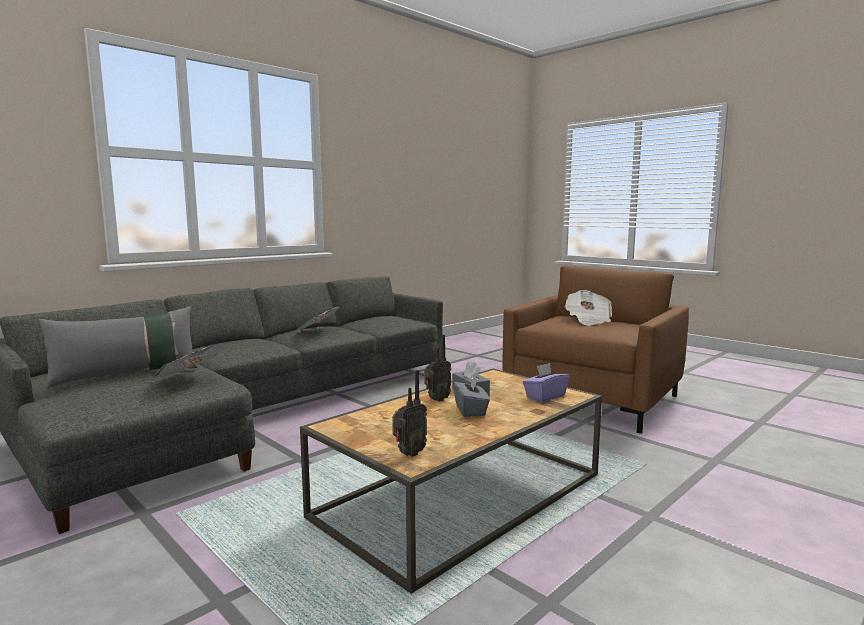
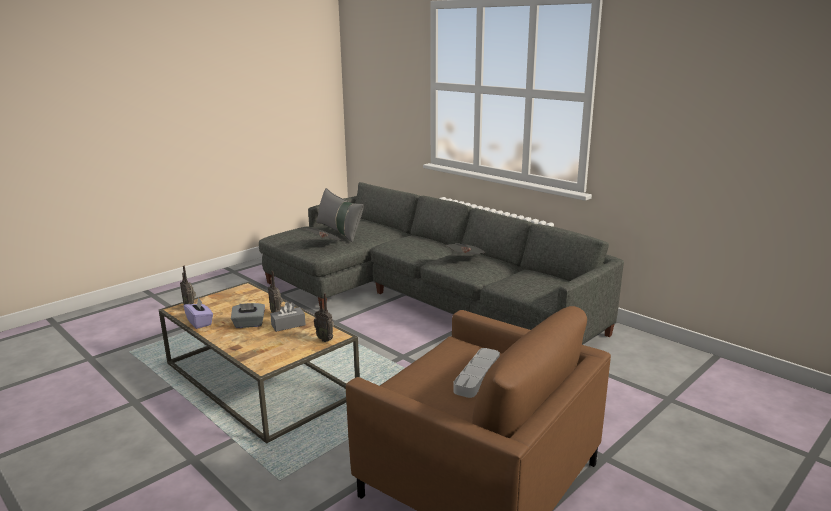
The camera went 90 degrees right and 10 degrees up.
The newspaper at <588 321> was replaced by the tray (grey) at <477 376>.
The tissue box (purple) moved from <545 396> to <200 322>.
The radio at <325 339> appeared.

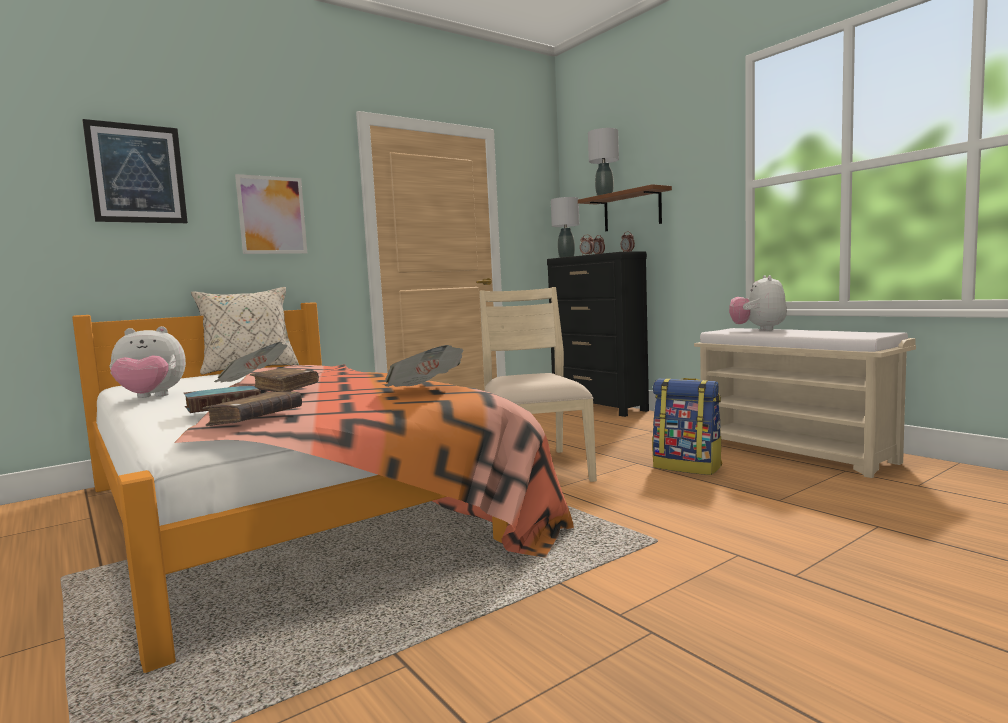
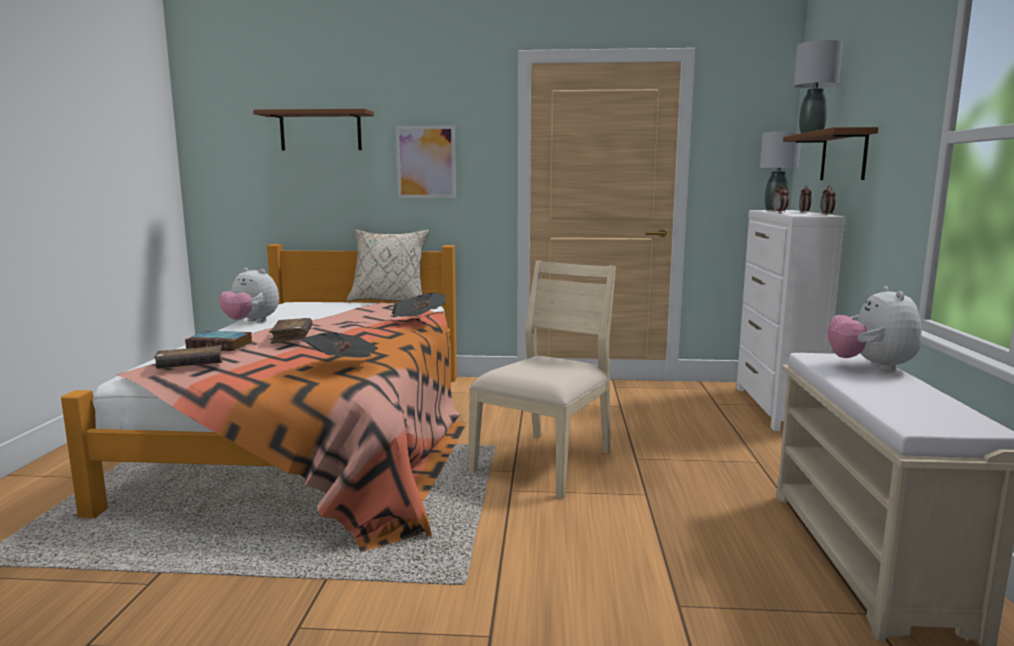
The camera went 40 degrees right and 5 degrees up.
The picture at <137 174> was replaced by the shelf (brown) at <320 131>.
The dresser (black) at <599 407> became the dresser (white) at <775 408>.
The plush toy at <758 329> turned 45 degrees counterclockwise.
The newspaper moved from <253 382> to <418 321>.
The backpack at <688 467> disappeared.

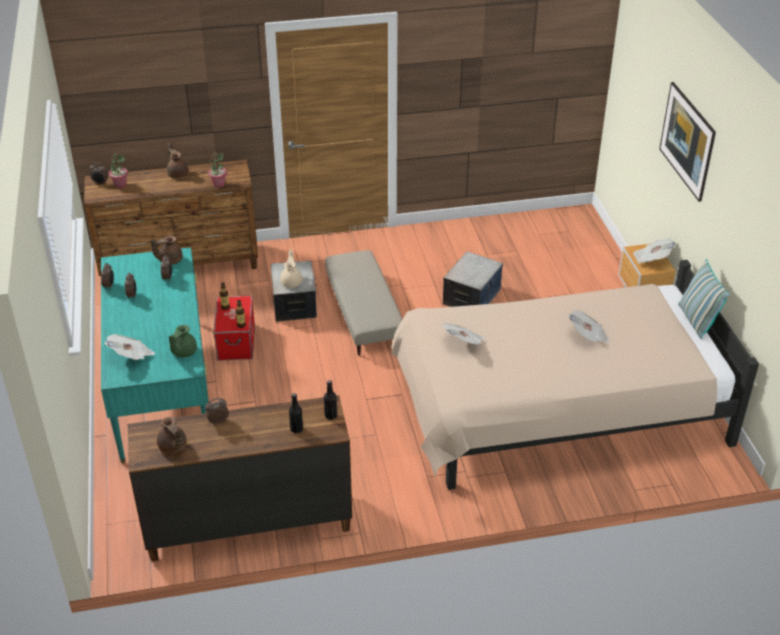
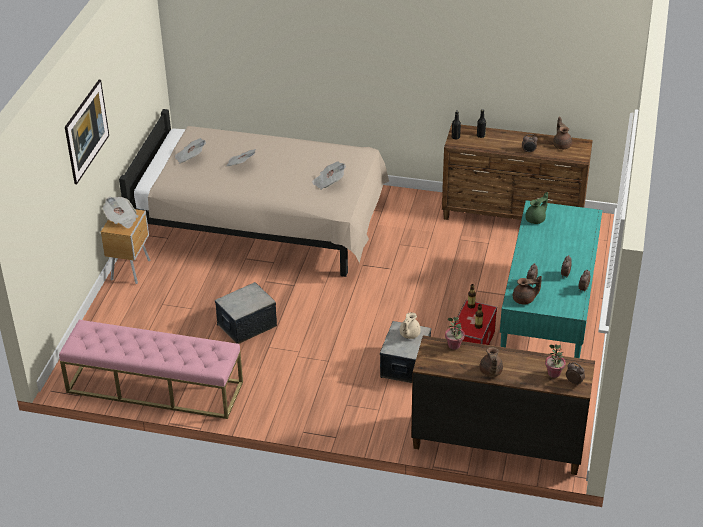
The camera went 155 degrees left and 0 degrees up.
The ottoman (beige) at <363 313> disappeared.
The pillow at <696 321> disappeared.
The newspaper moved from <131 356> to <190 158>.
The bench (pink) at <154 387> appeared.

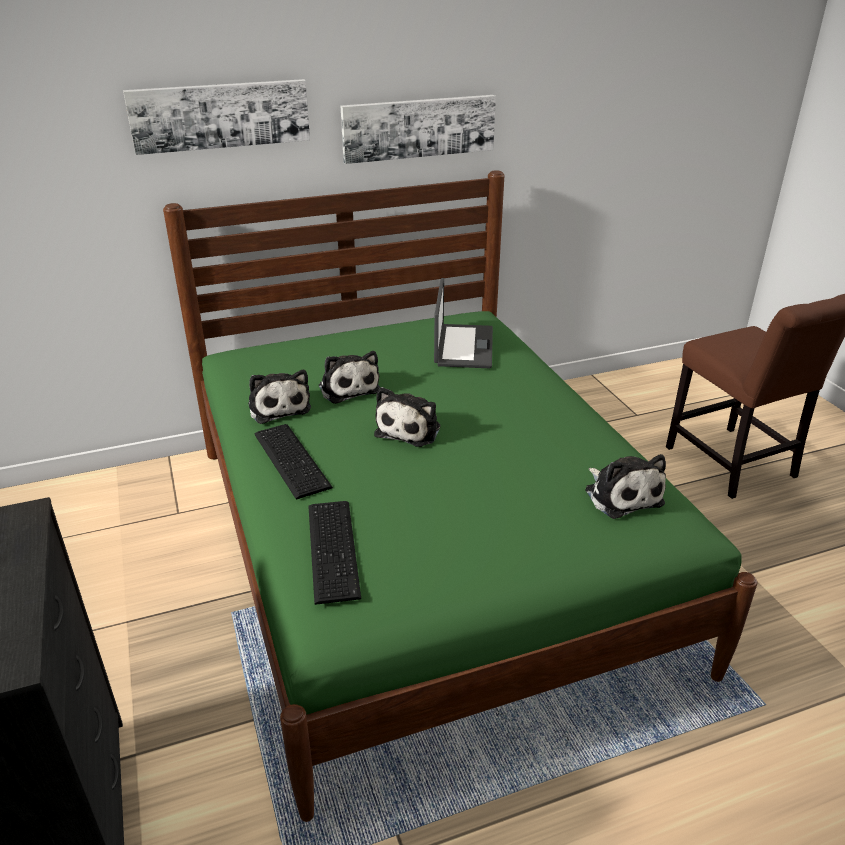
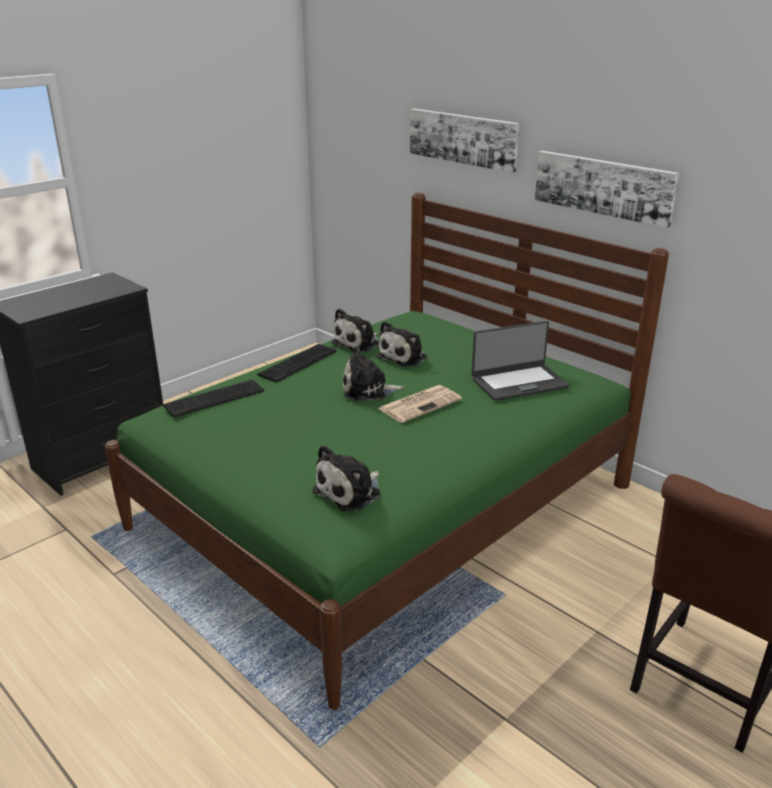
The camera went 65 degrees right and 5 degrees down.
The newspaper at <420 404> appeared.

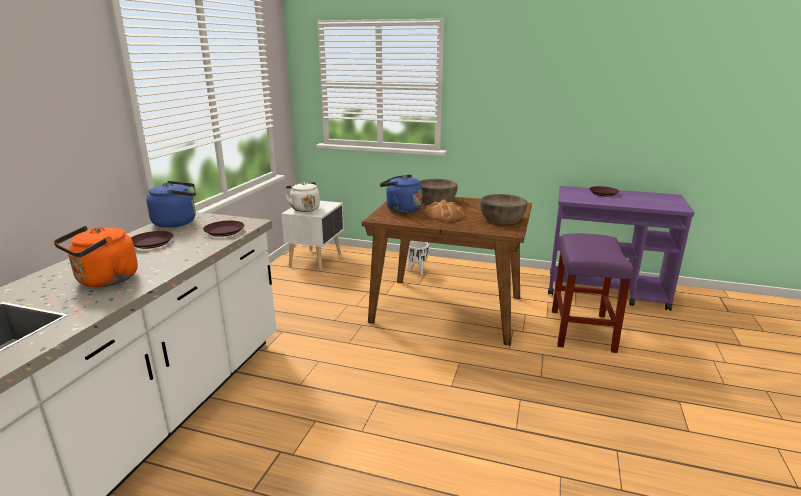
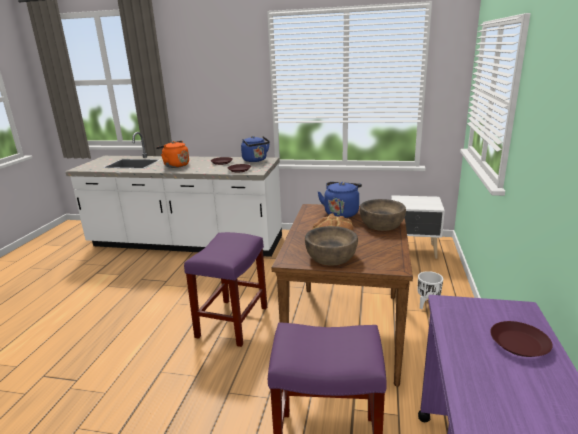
The camera went 85 degrees right and 0 degrees up.
The kettle (white) at <304 208> disappeared.
The stool (purple) at <233 321> appeared.

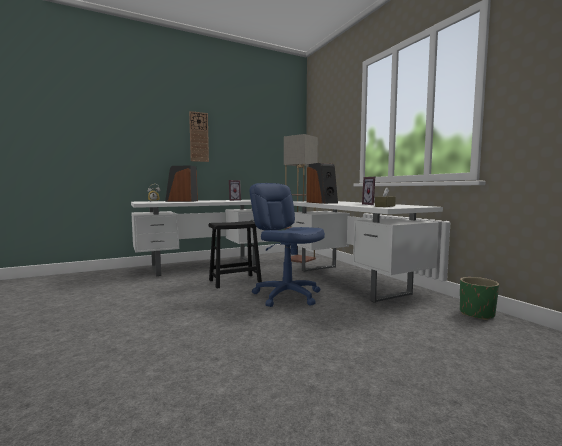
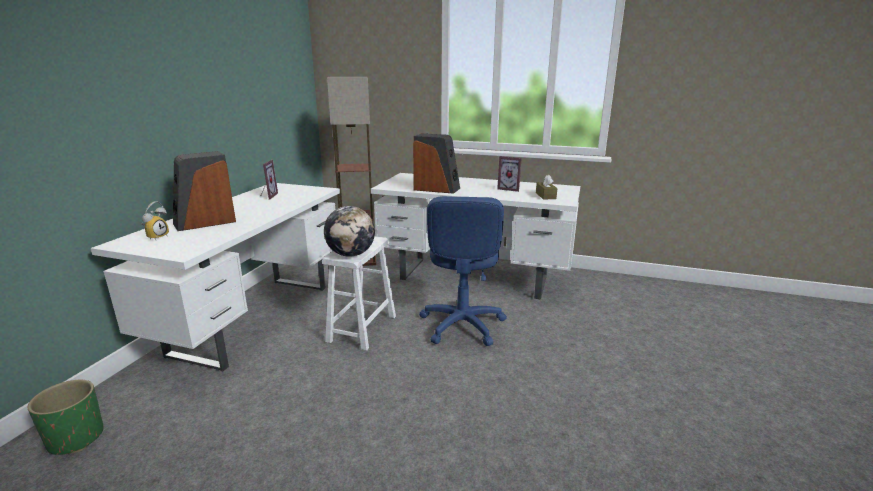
The camera went 45 degrees left and 15 degrees up.
The wall clock at <199 137> disappeared.
The office chair (blue) at <287 296> turned 90 degrees counterclockwise.
The stool (black) at <235 281> became the stool (white) at <362 328>.
The planter (green) moved from <476 314> to <76 438>.
The globe at <351 254> appeared.

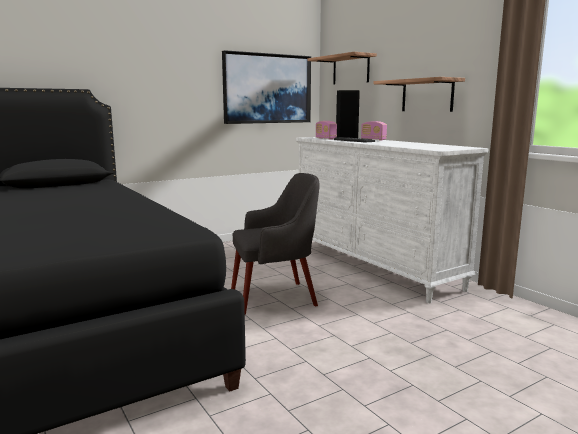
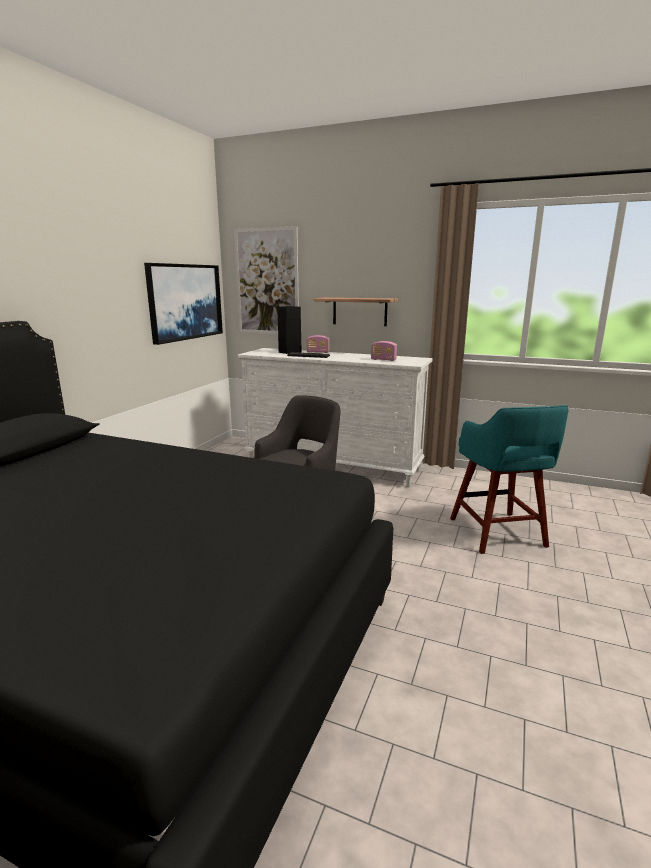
The camera went 35 degrees left and 5 degrees up.
The shelf at <351 70> was replaced by the picture at <267 282>.
The radio moved from <325 138> to <383 360>.
The stool (turquoise) at <498 534> appeared.

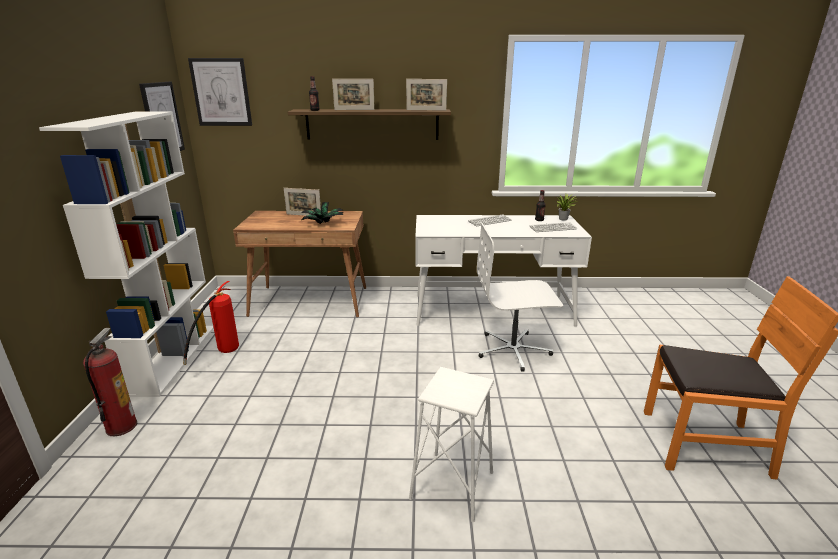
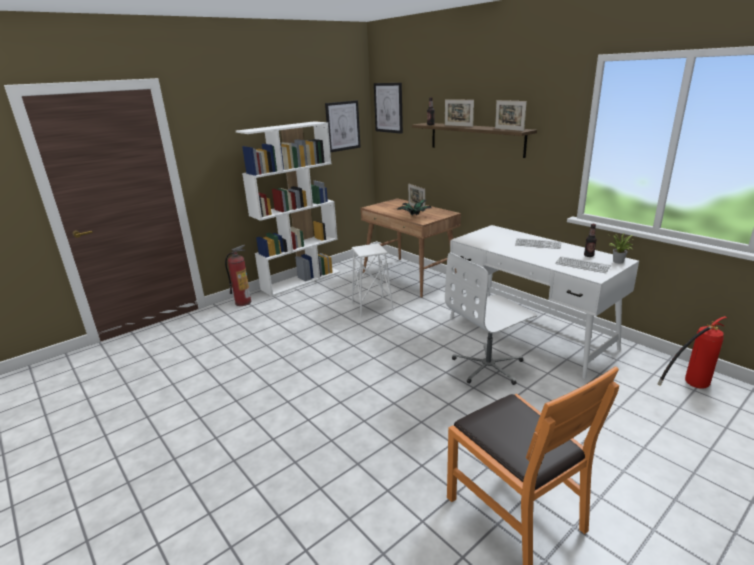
The camera went 50 degrees right and 0 degrees up.
The office chair (white) at <513 350> turned 75 degrees counterclockwise.
The fire extinguisher moved from <220 354> to <688 386>.
The stool (white) moved from <452 486> to <372 306>.

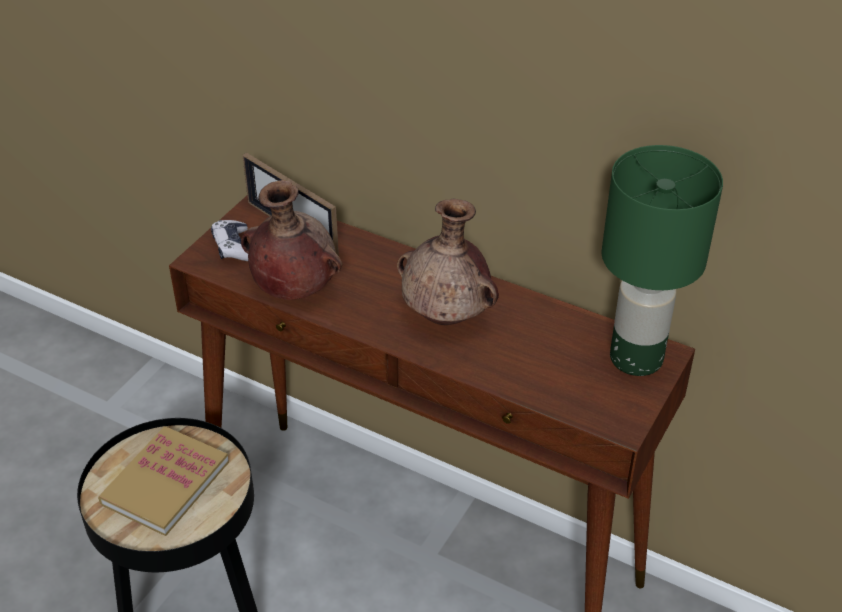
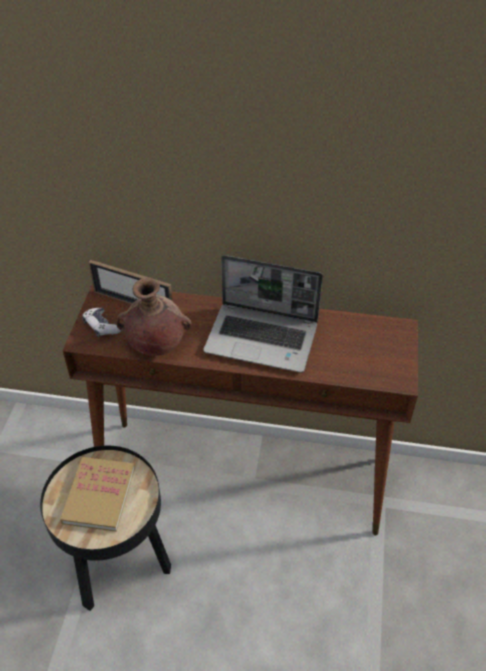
The camera went 20 degrees left and 5 degrees up.
The table lamp (green) at <636 357> disappeared.
The vase (brown) at <447 316> was replaced by the laptop at <263 338>.

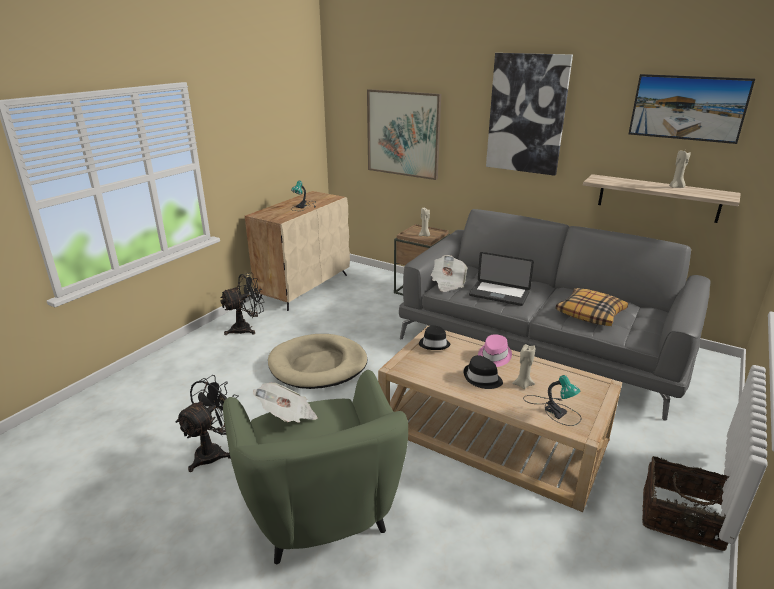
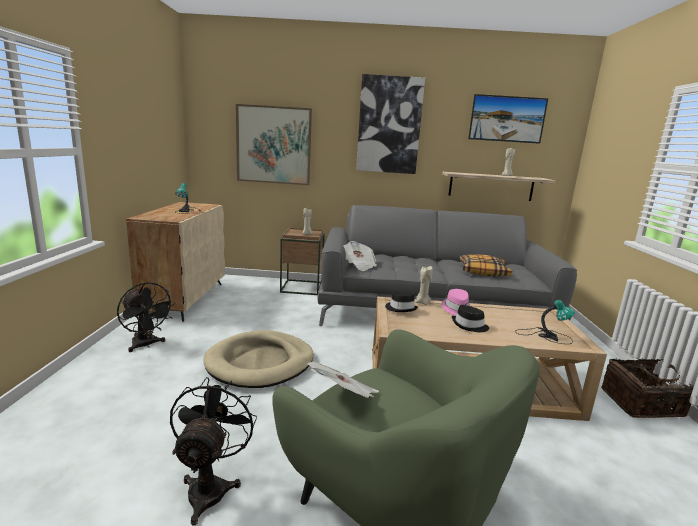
The camera went 30 degrees left and 10 degrees down.
The laptop at <499 294> disappeared.
The fan (black) at <246 328> turned 105 degrees clockwise.
The candle (beige) moved from <522 384> to <422 302>.

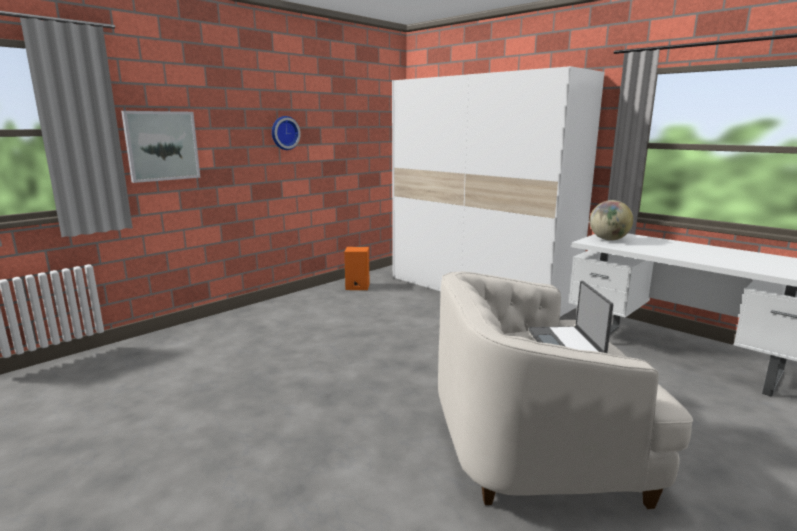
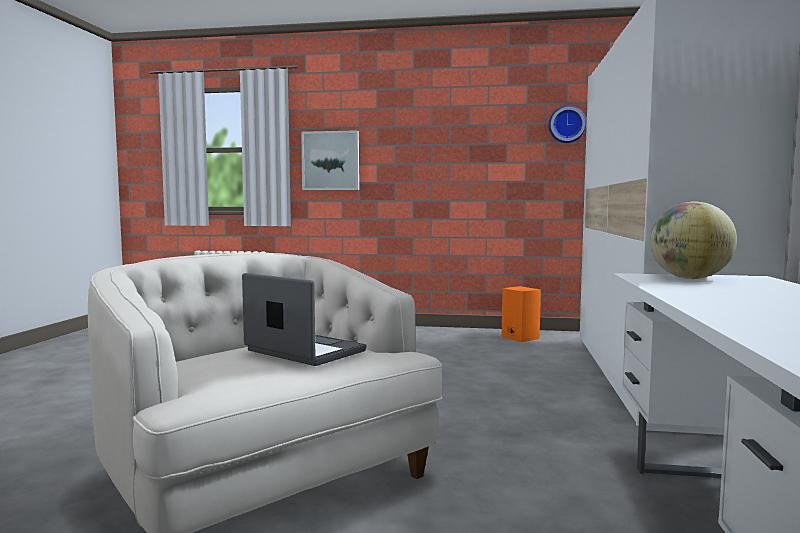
The camera went 55 degrees right and 10 degrees down.
The wall clock moved from <284 133> to <567 124>.
The laptop at <566 344> turned 75 degrees clockwise.

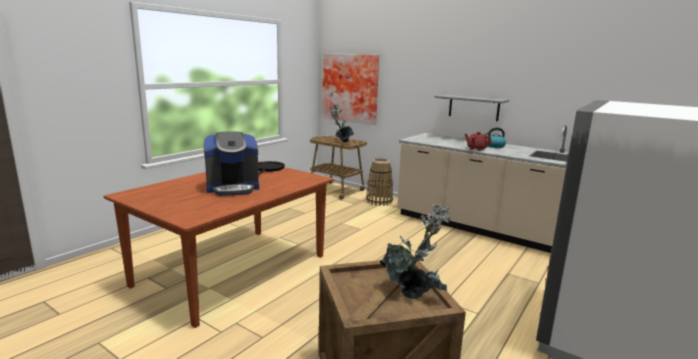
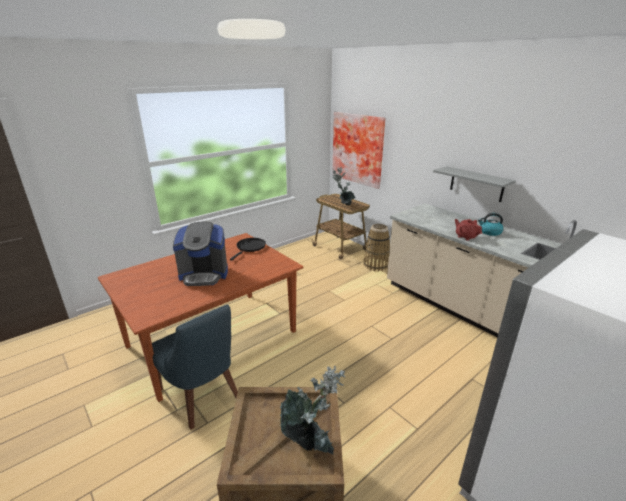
The camera went 15 degrees right and 10 degrees up.
The chair (blue) at <201 396> appeared.

